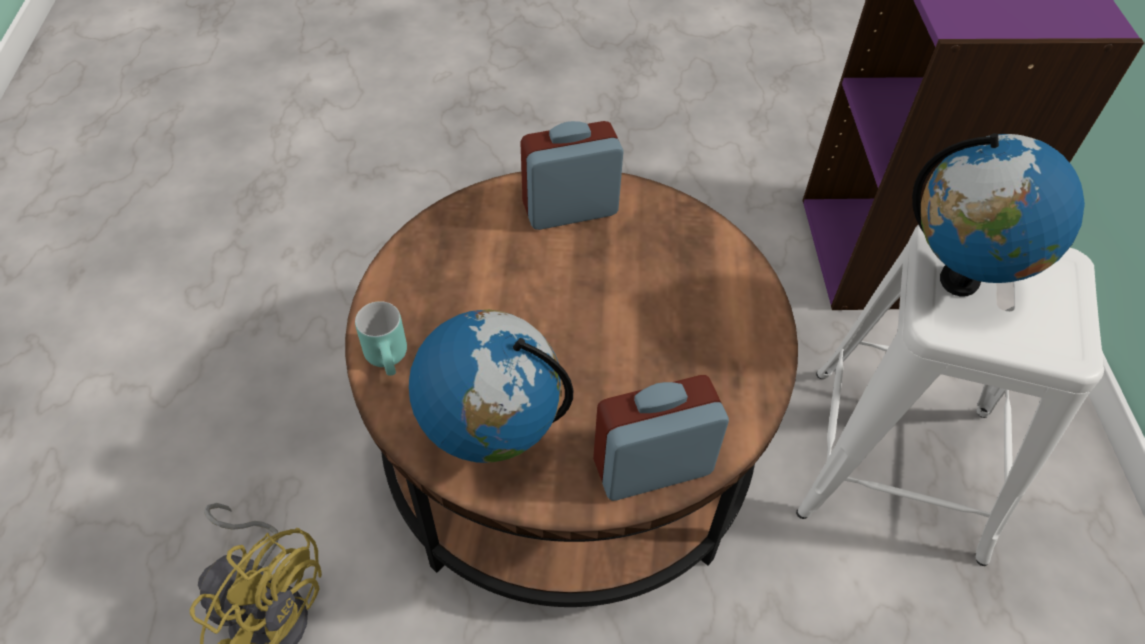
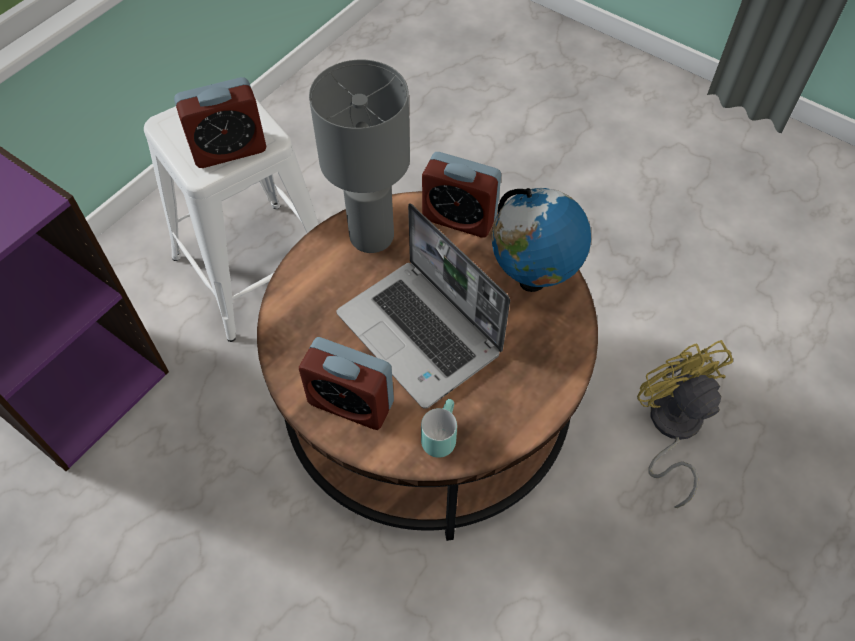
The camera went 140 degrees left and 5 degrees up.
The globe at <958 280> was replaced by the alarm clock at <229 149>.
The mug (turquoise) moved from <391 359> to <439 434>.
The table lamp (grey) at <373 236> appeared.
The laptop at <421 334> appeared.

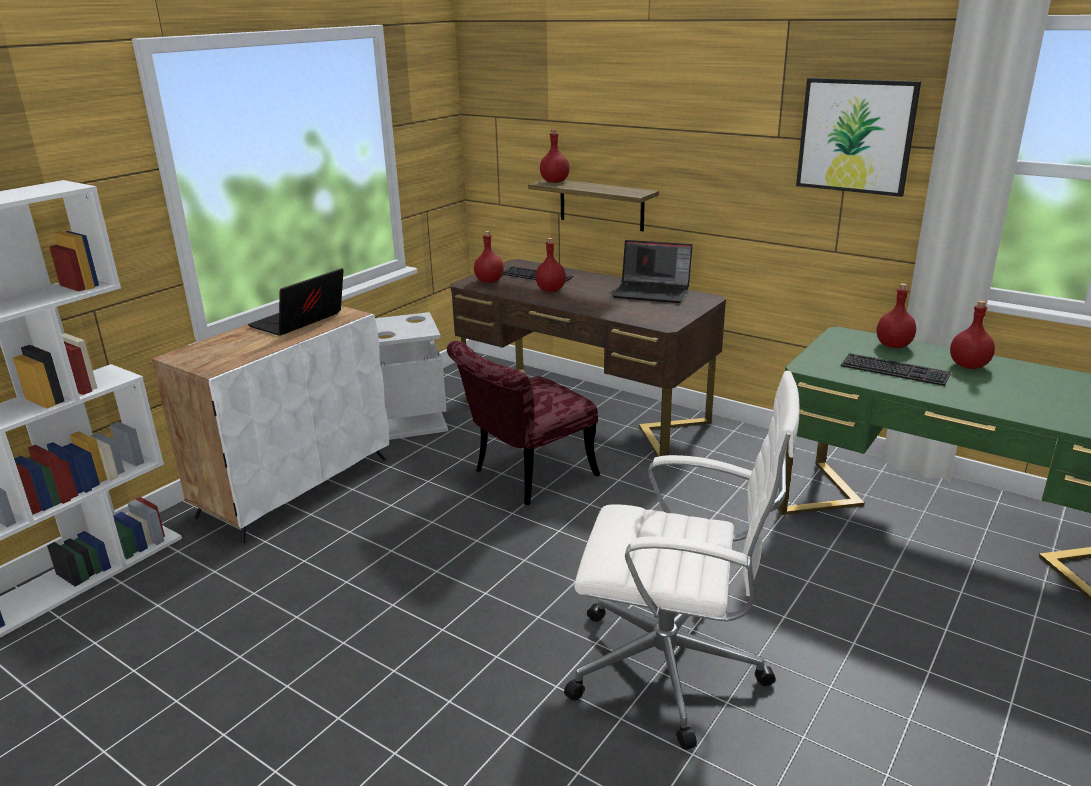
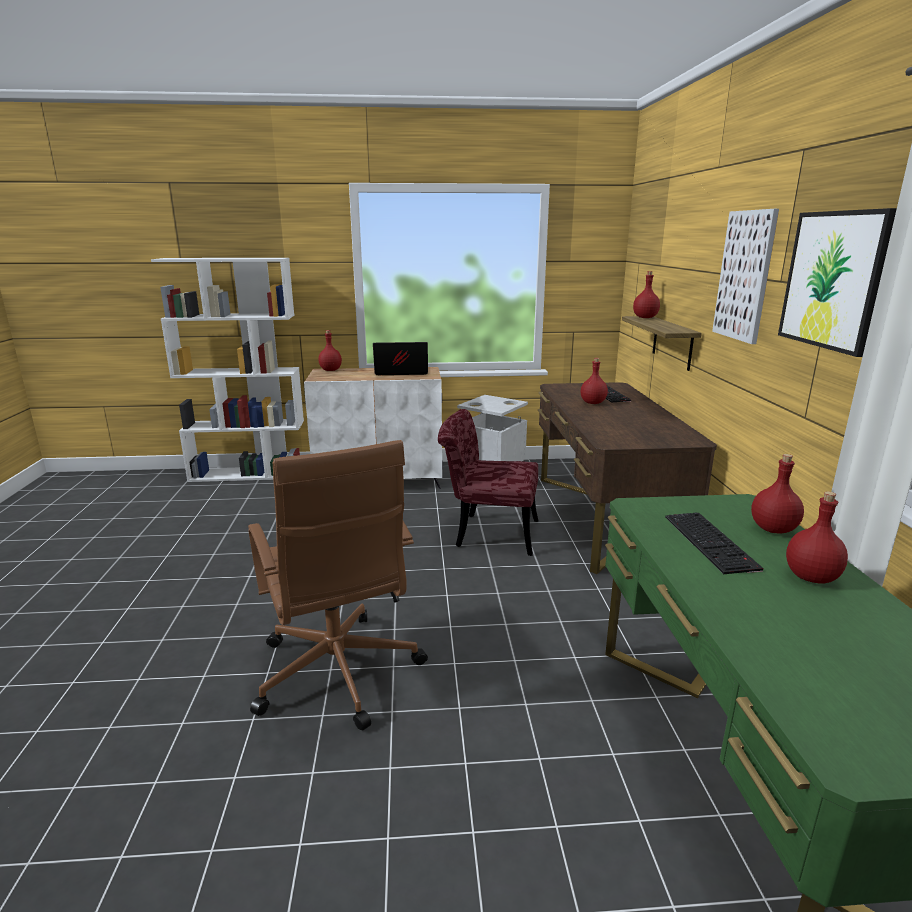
The camera went 50 degrees right and 5 degrees down.
The bottle (red) moved from <489 281> to <330 370>.
The laptop at <653 292> disappeared.
The office chair (white) at <672 669> became the office chair (brown) at <338 674>.
The picture at <744 276> appeared.

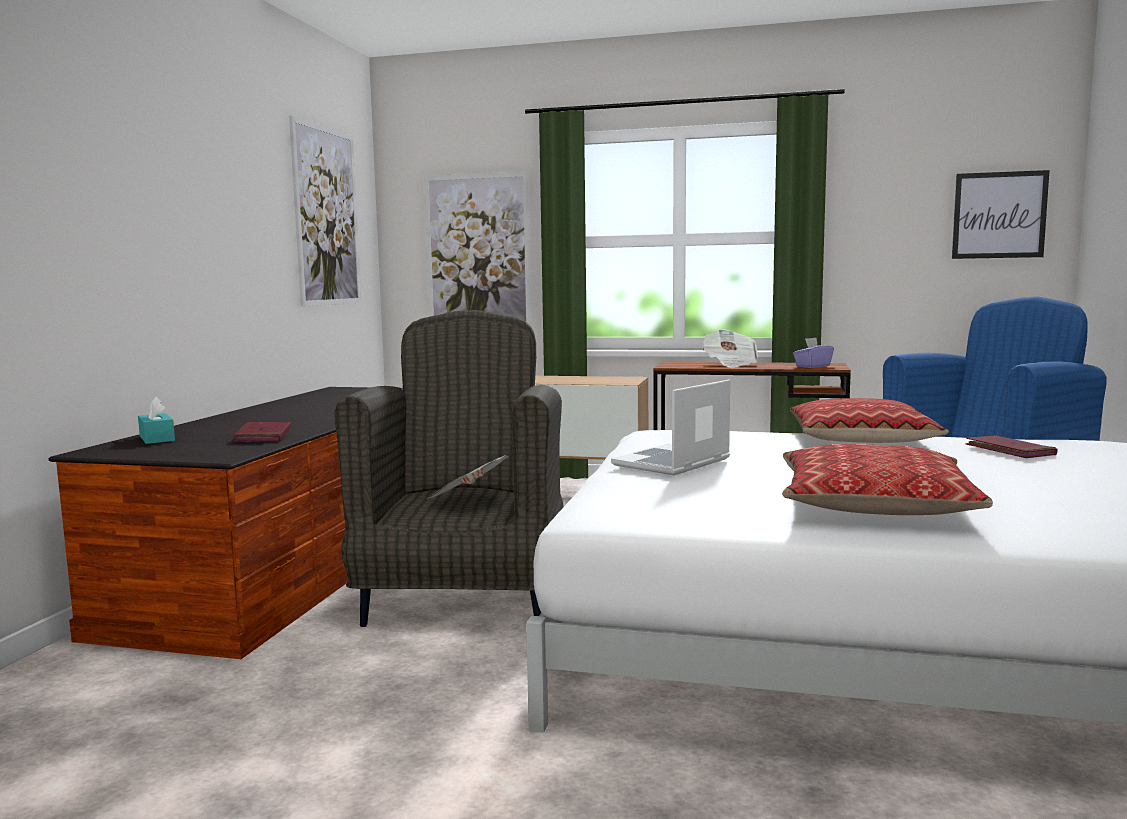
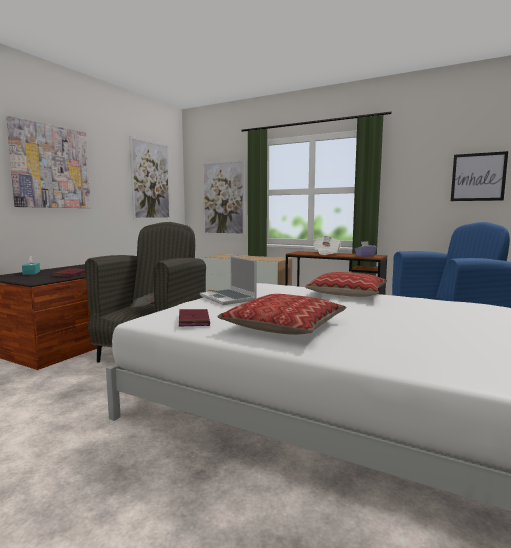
The camera went 15 degrees right and 0 degrees up.
The laptop at <672 462> turned 90 degrees counterclockwise.
The book (red) moved from <1010 451> to <194 320>.
The picture at <51 167> appeared.

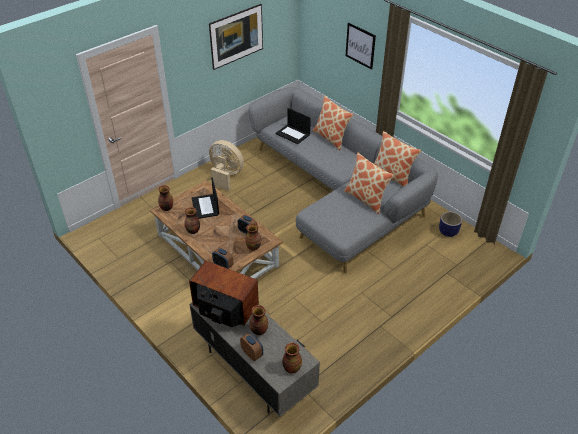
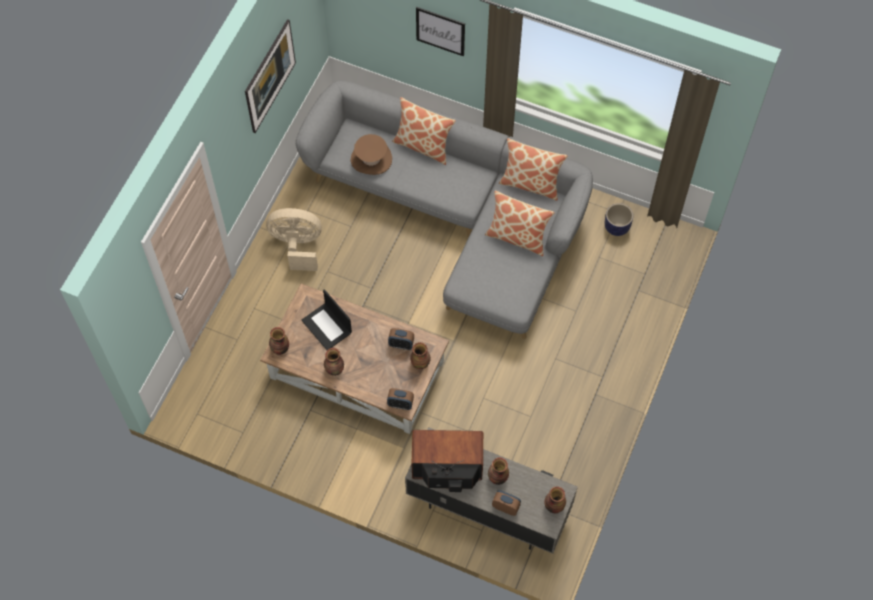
The camera went 25 degrees left and 20 degrees up.
The laptop at <293 134> was replaced by the hat (brown) at <371 159>.

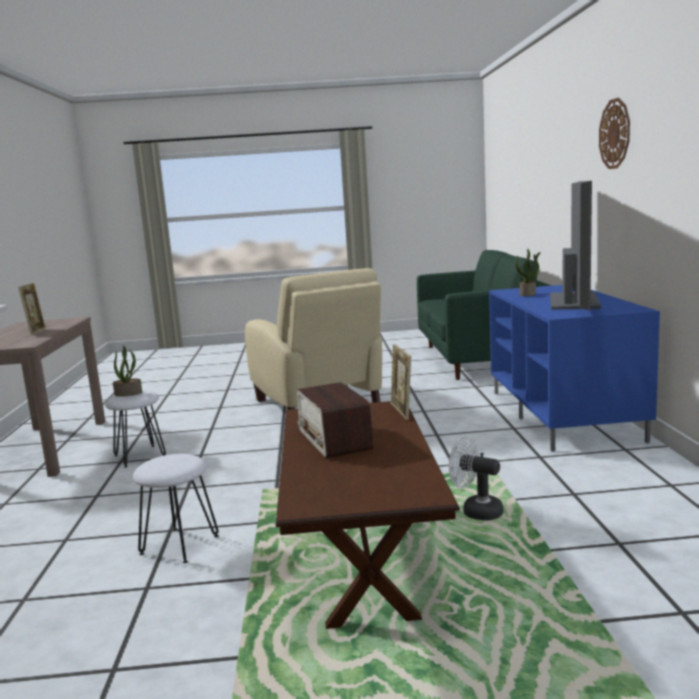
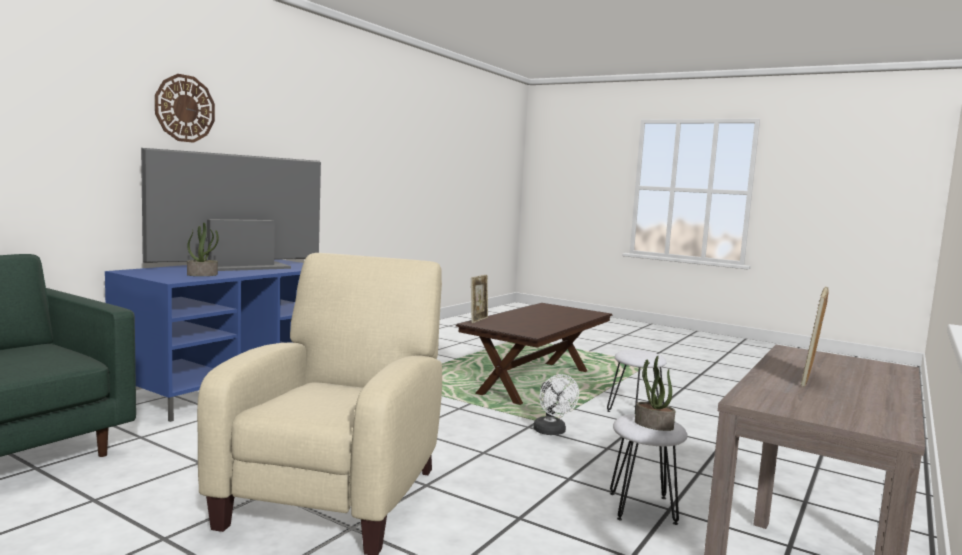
The camera went 145 degrees left and 5 degrees down.
The radio at <334 440> disappeared.
The fan (white) moved from <476 511> to <552 432>.

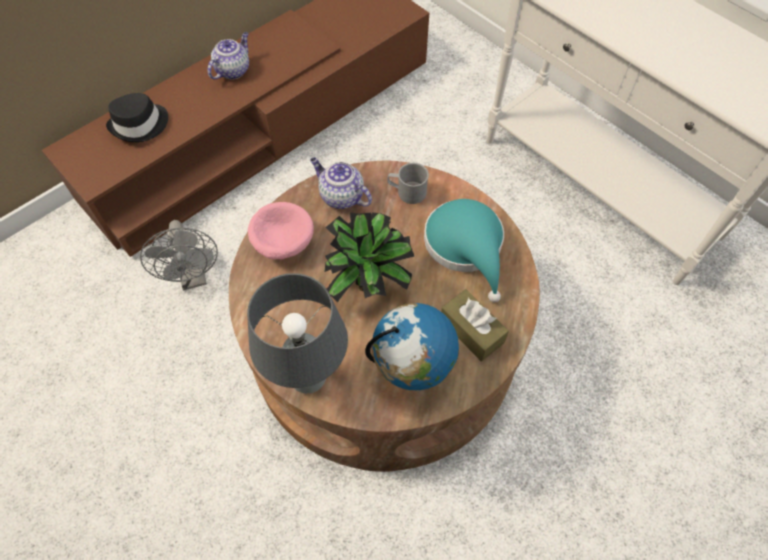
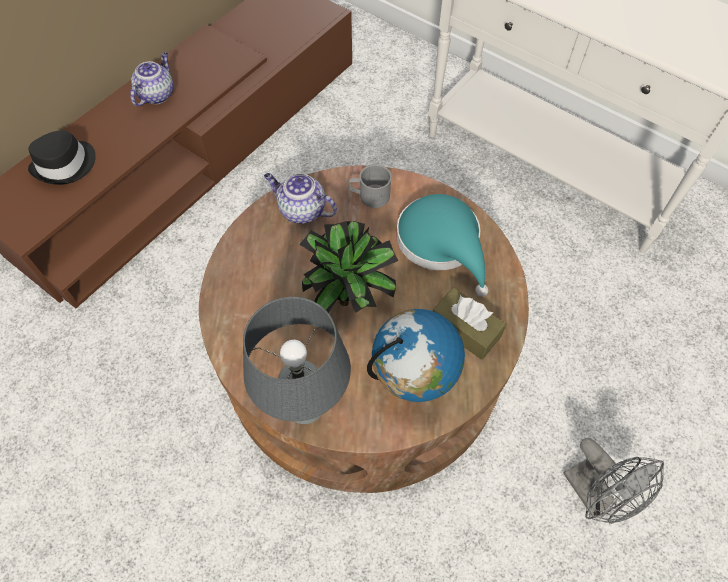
The camera went 10 degrees left and 0 degrees up.
The bowl (pink) at <282 242> disappeared.
The fan (grey) moved from <194 277> to <595 496>.

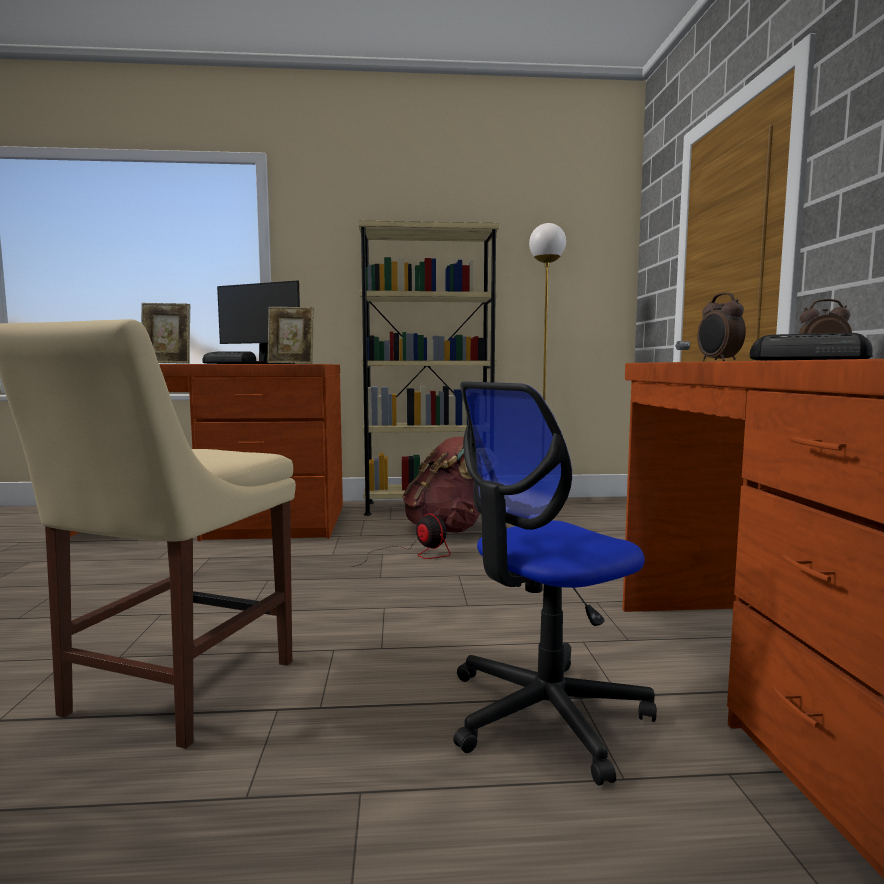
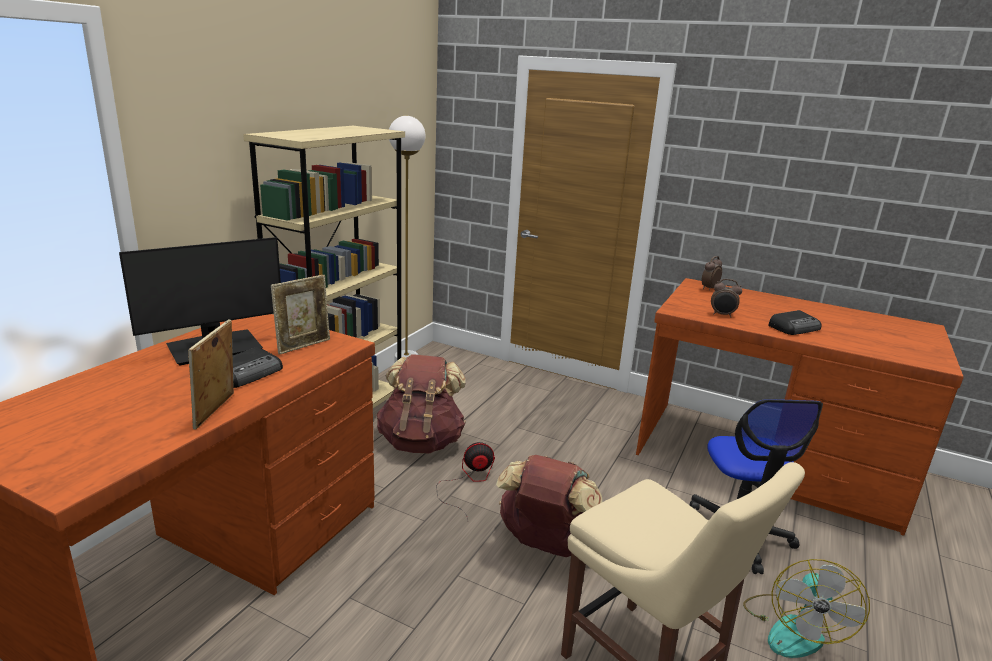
The camera went 60 degrees left and 15 degrees up.
The picture frame at <167 363> turned 150 degrees clockwise.
The backpack (brown) at <548 544> appeared.
The fan at <793 628> appeared.

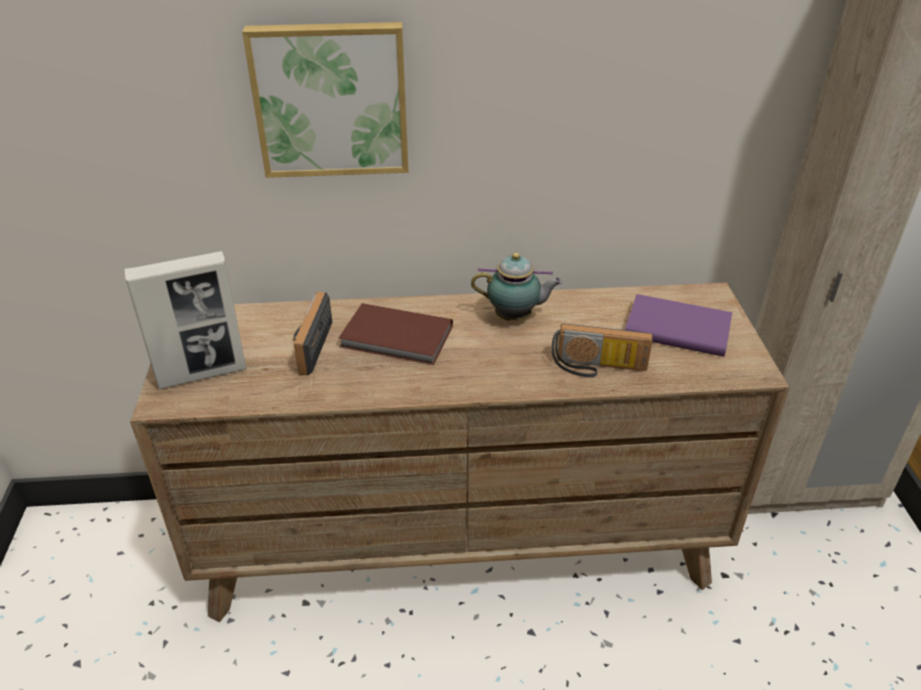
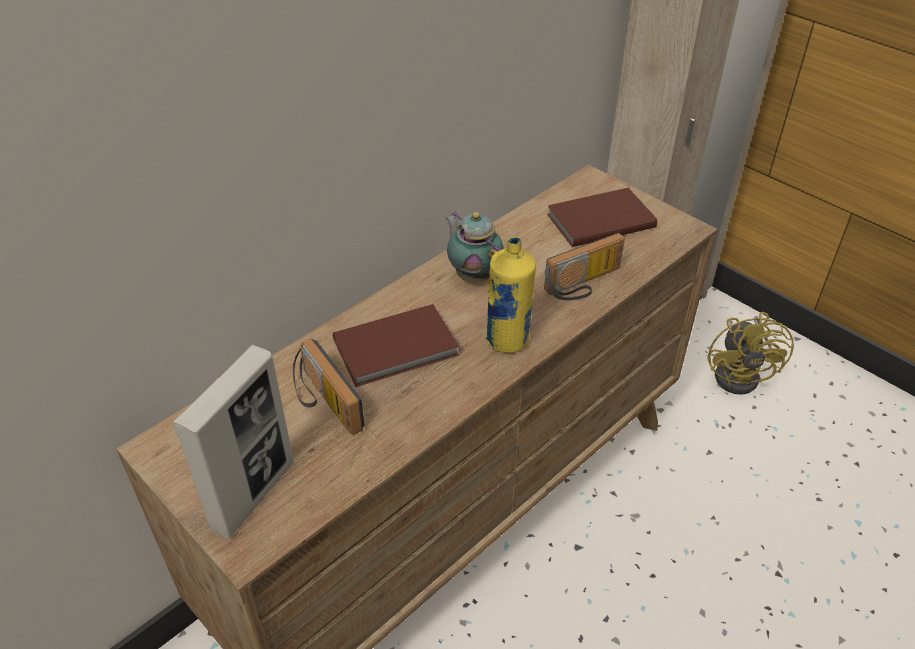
The camera went 40 degrees left and 5 degrees up.
The picture at <331 99> disappeared.
The teapot at <515 318> turned 90 degrees counterclockwise.
The book (purple) at <676 327> became the book (brown) at <598 220>.
The bottle (yellow) at <507 341> appeared.
The fan (yellow) at <742 375> appeared.

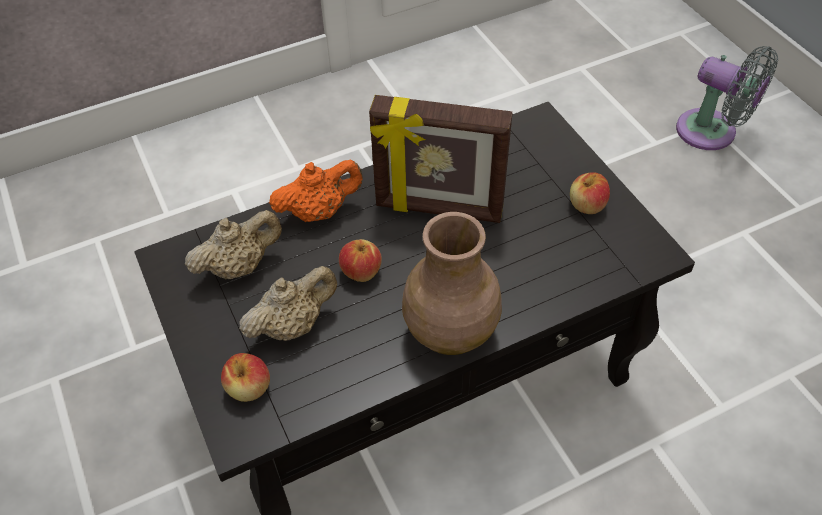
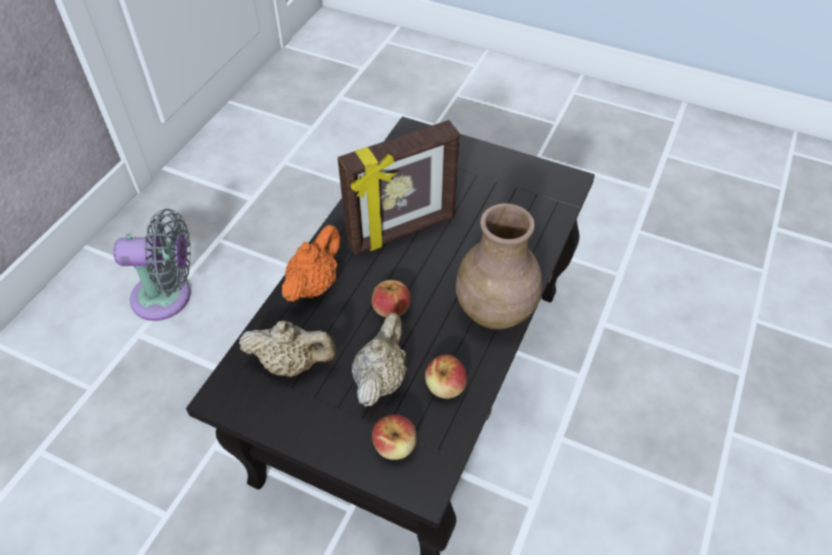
The camera went 40 degrees left and 0 degrees up.
The fan (grey) moved from <712 133> to <168 297>.
The apple moved from <587 205> to <445 386>.
The teapot (beige) at <239 266> turned 75 degrees clockwise.

